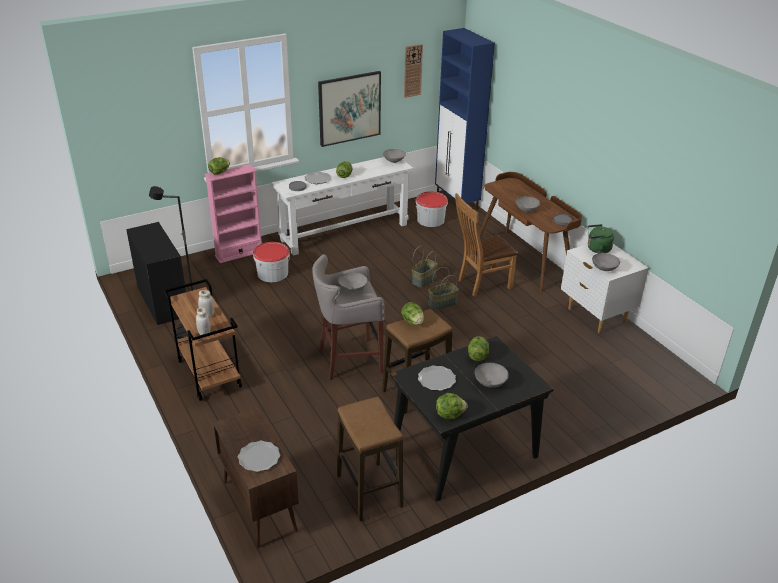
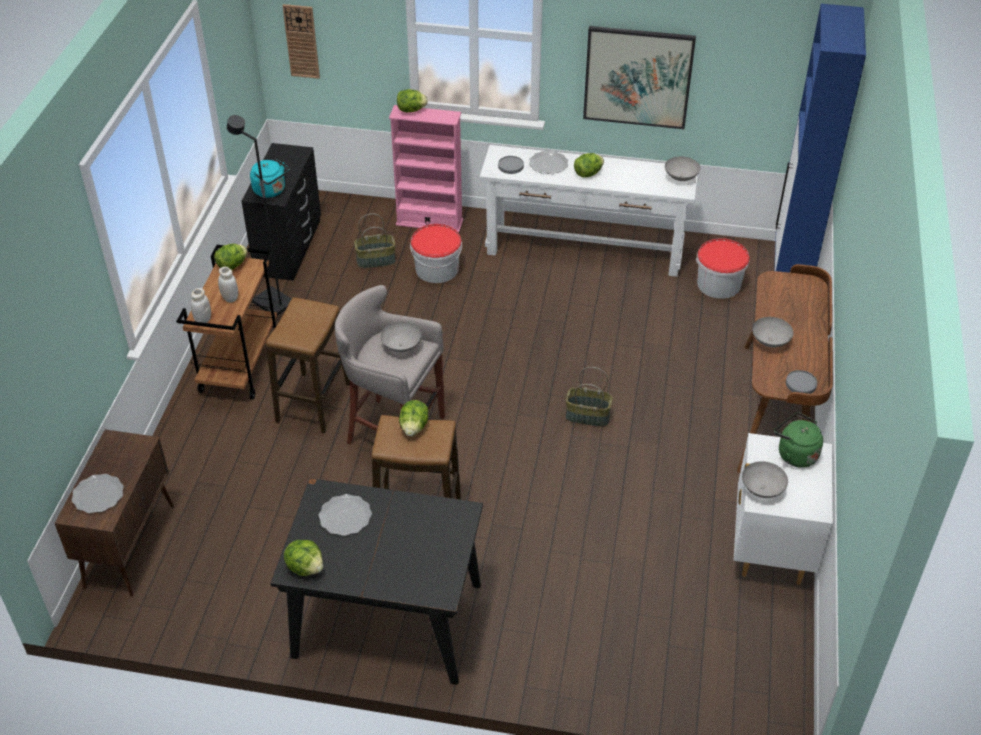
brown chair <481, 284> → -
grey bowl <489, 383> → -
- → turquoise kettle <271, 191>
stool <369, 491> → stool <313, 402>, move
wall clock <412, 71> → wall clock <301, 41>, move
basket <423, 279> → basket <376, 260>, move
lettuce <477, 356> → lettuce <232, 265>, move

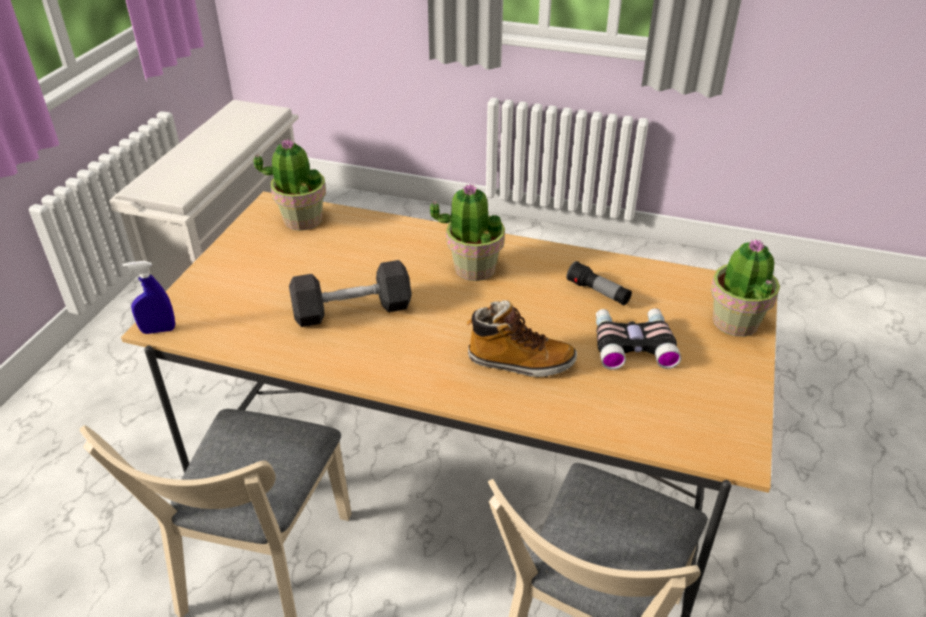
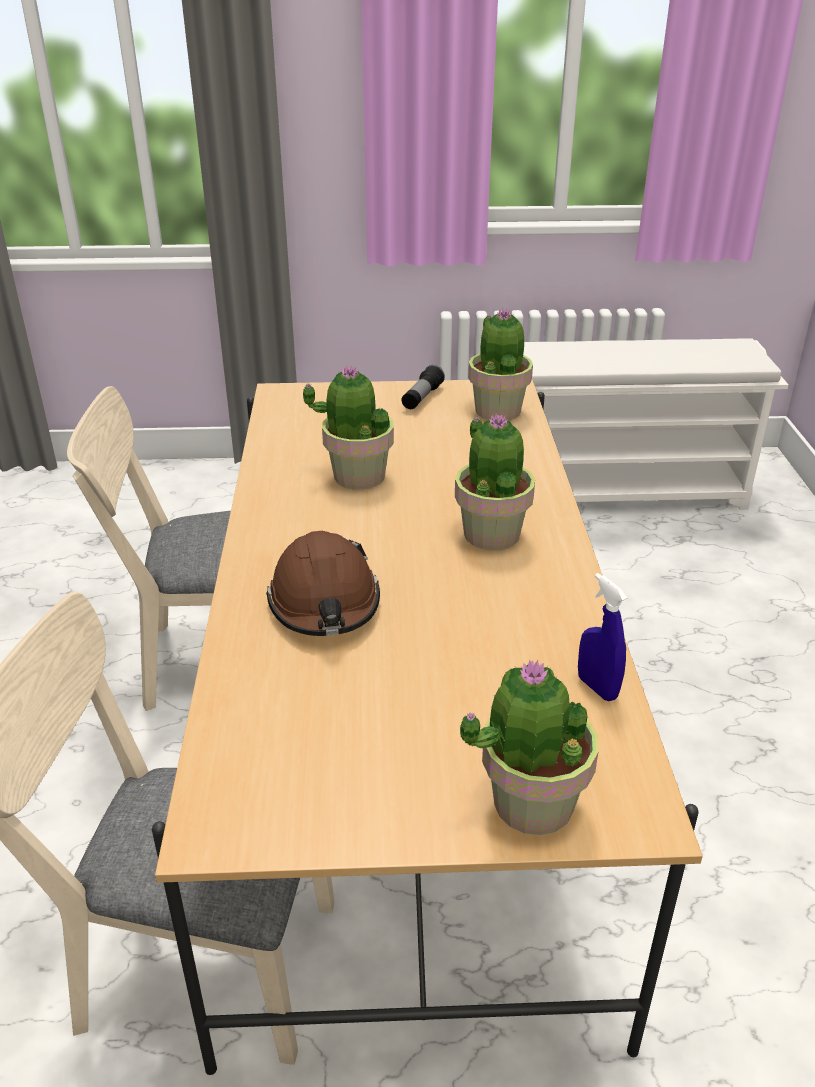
binoculars <632, 344> → -
blue spray bottle <158, 330> → blue spray bottle <597, 687>, move
flashlight <598, 292> → flashlight <422, 398>, move
grey dumbbell <352, 310> → potted plant <358, 476>
boot <520, 362> → brown hard hat <325, 603>

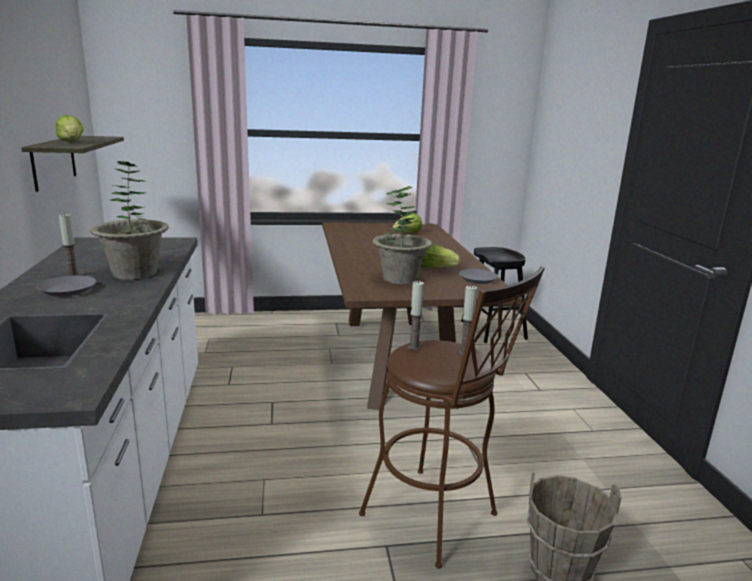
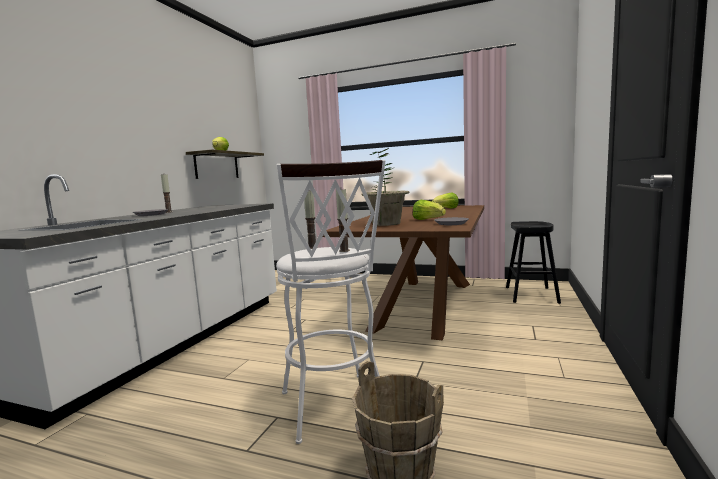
potted plant <135, 273> → -
brown stool <437, 520> → white stool <335, 410>

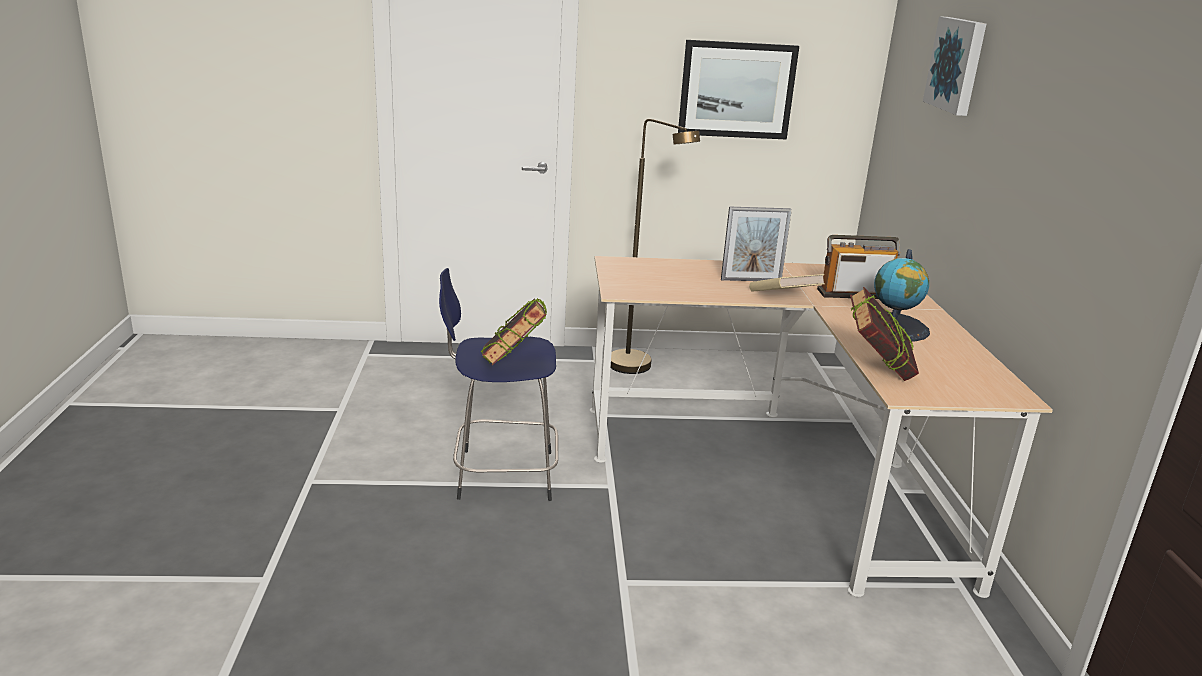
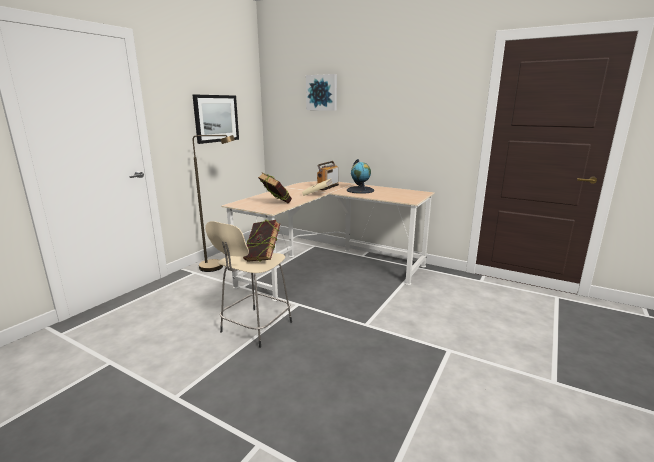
picture frame <751, 280> → -
book <876, 370> → book <276, 204>, move
blue stool <501, 474> → beige stool <255, 328>

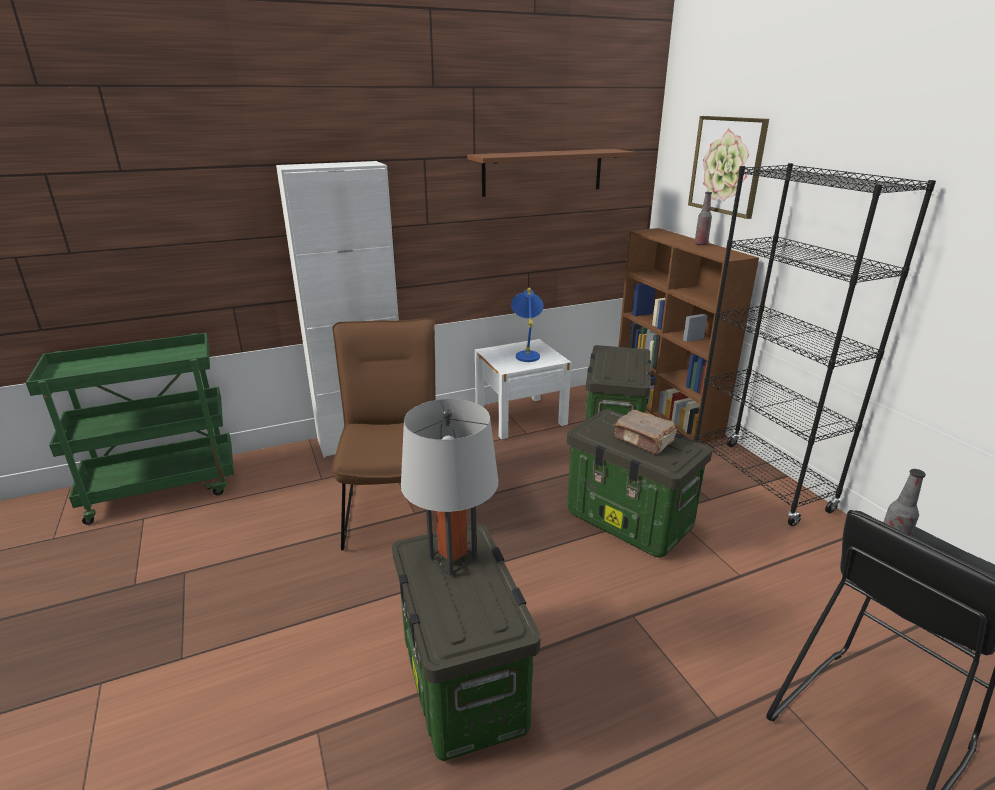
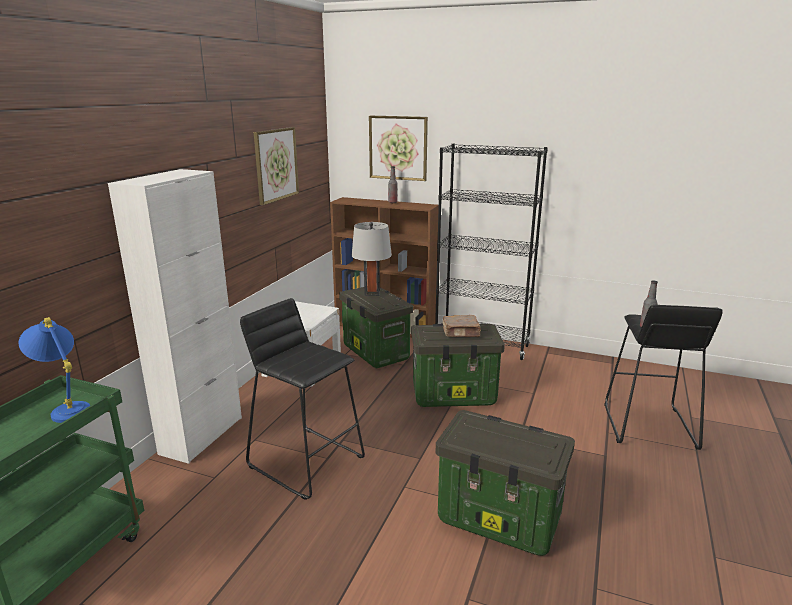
grey table lamp <453, 558> → grey table lamp <372, 293>, move
blue table lamp <527, 354> → blue table lamp <66, 408>, move
brown chair <396, 505> → black stool <306, 461>
brown shelf <543, 172> → picture <276, 164>

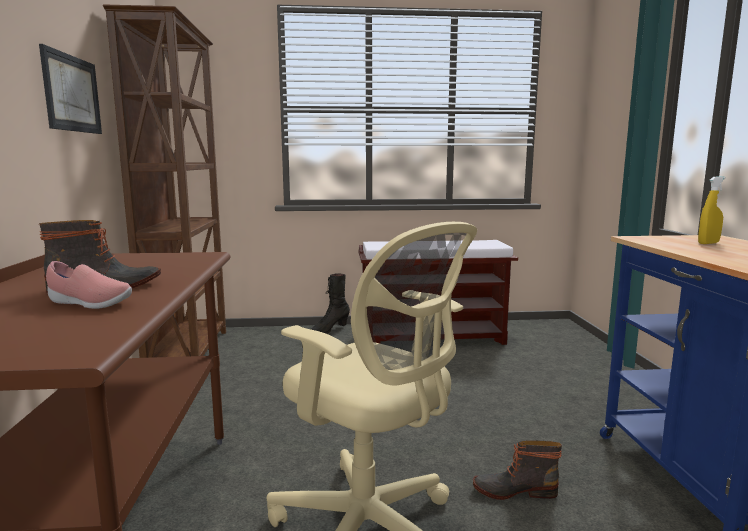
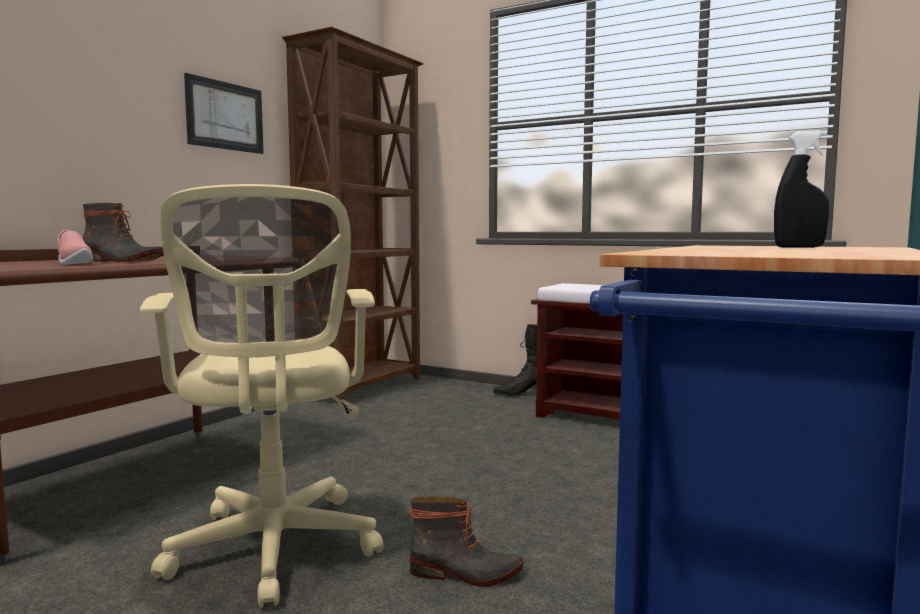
yellow spray bottle <708, 243> → black spray bottle <799, 247>
boot <514, 490> → boot <465, 574>, 150 degrees clockwise

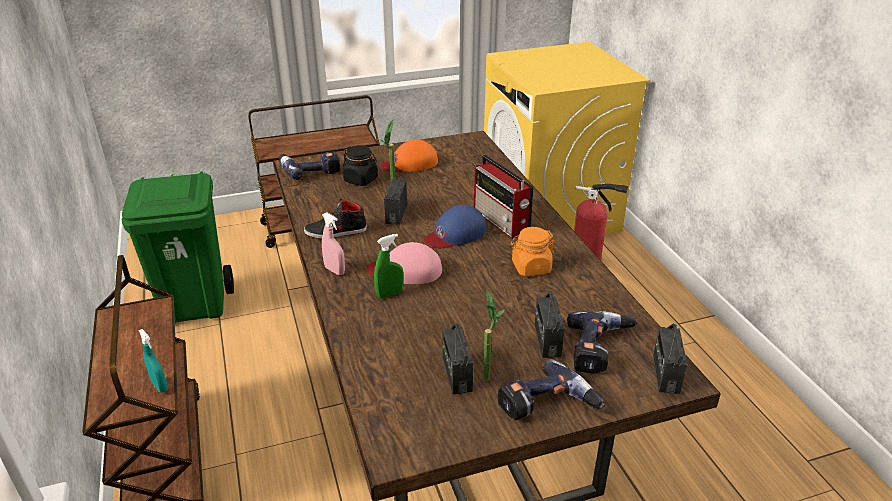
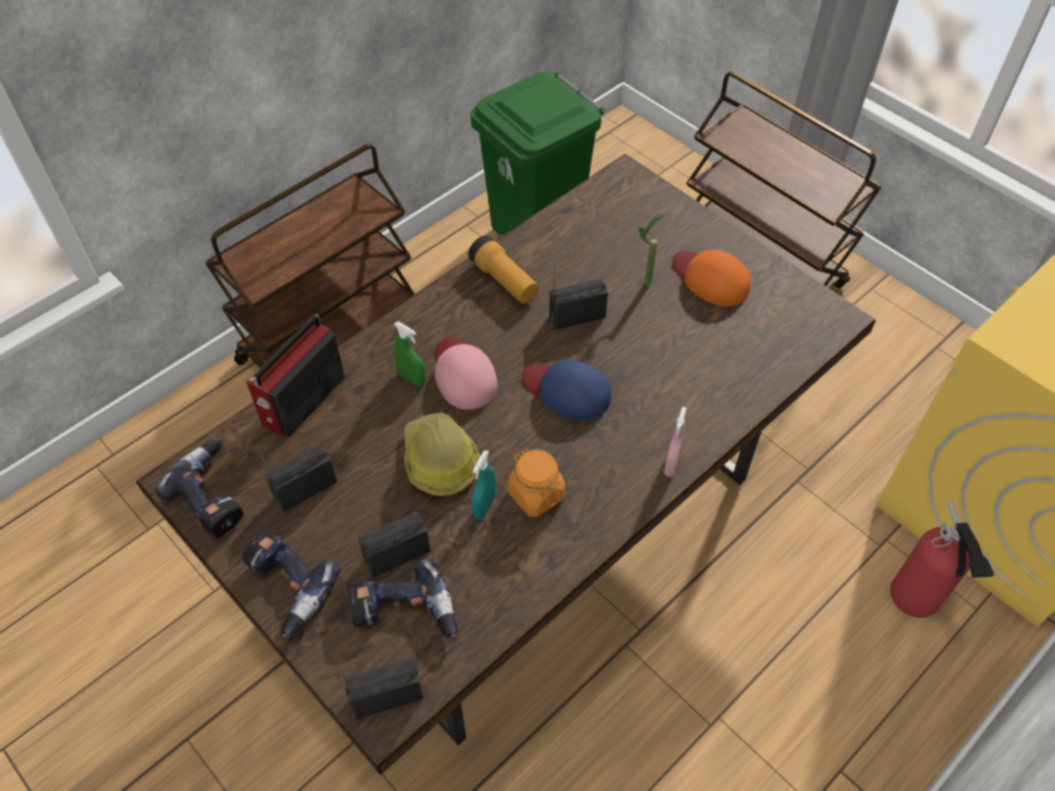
black jar <361, 180> → -
potted plant <487, 373> → -
- → hard hat <440, 460>
turquoise spray bottle <159, 386> → turquoise spray bottle <484, 506>, move
power drill <310, 170> → power drill <214, 495>, move
pink spray bottle <334, 270> → pink spray bottle <671, 464>, move
radio <501, 222> → radio <302, 401>, move
black shoe <336, 232> → flashlight <504, 280>

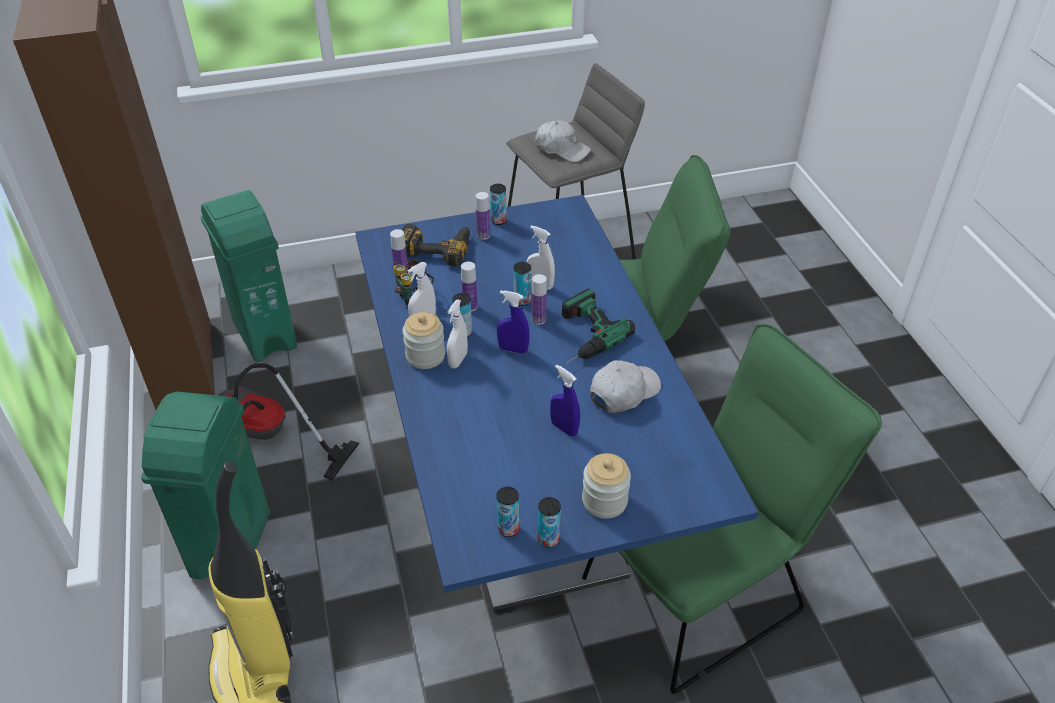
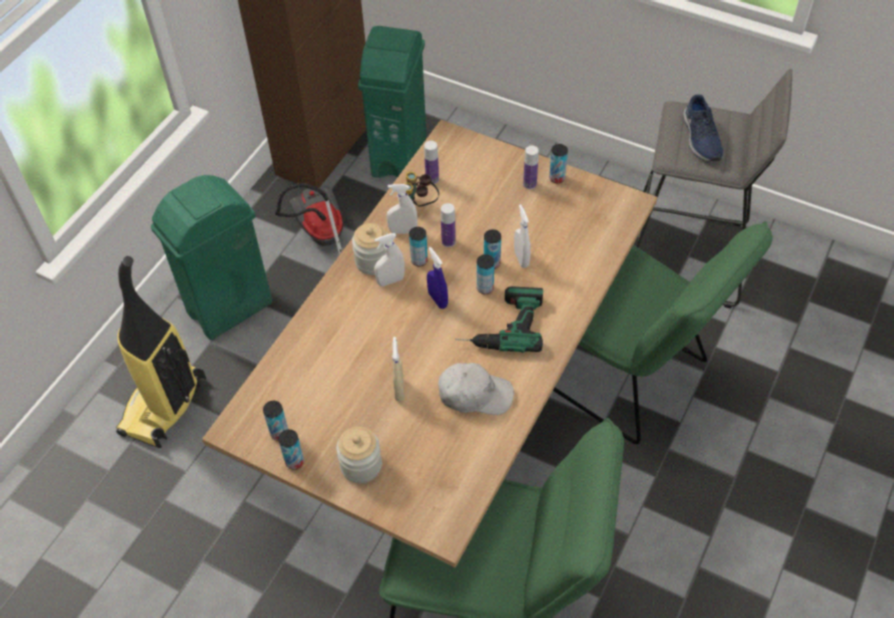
power drill <437, 247> → -
bottle <538, 319> → can <485, 288>
white cap <562, 149> → blue shoe <700, 138>
blue dining table <527, 493> → brown dining table <450, 420>
blue spray bottle <564, 428> → beige spray bottle <399, 390>

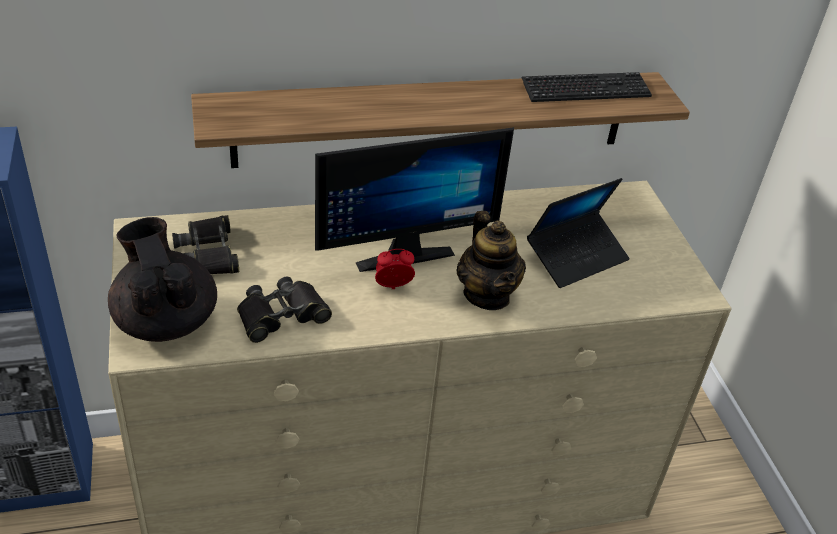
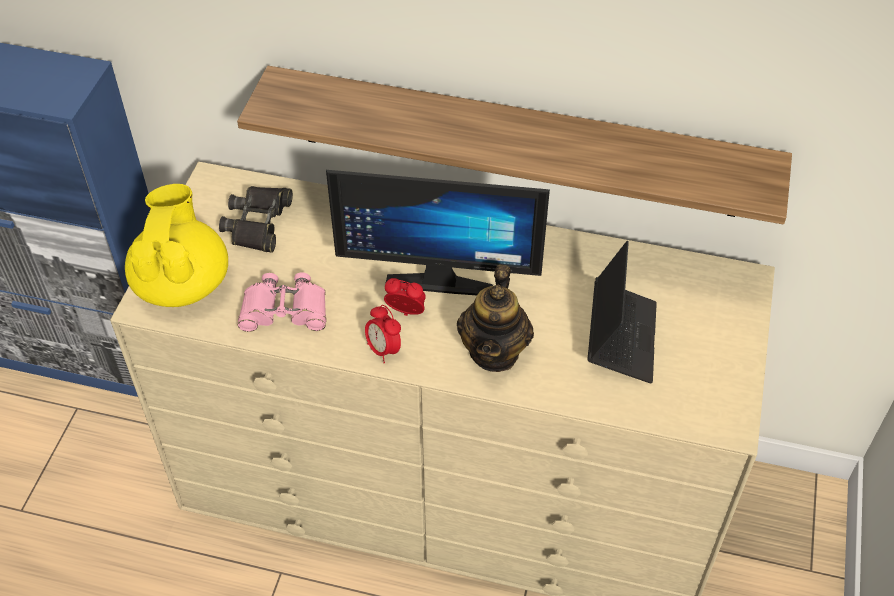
keyboard <585, 90> → -
- → alarm clock <383, 349>
black teapot <165, 320> → yellow teapot <182, 283>
black binoculars <281, 315> → pink binoculars <284, 310>
laptop <576, 257> → laptop <621, 337>, 75 degrees counterclockwise

